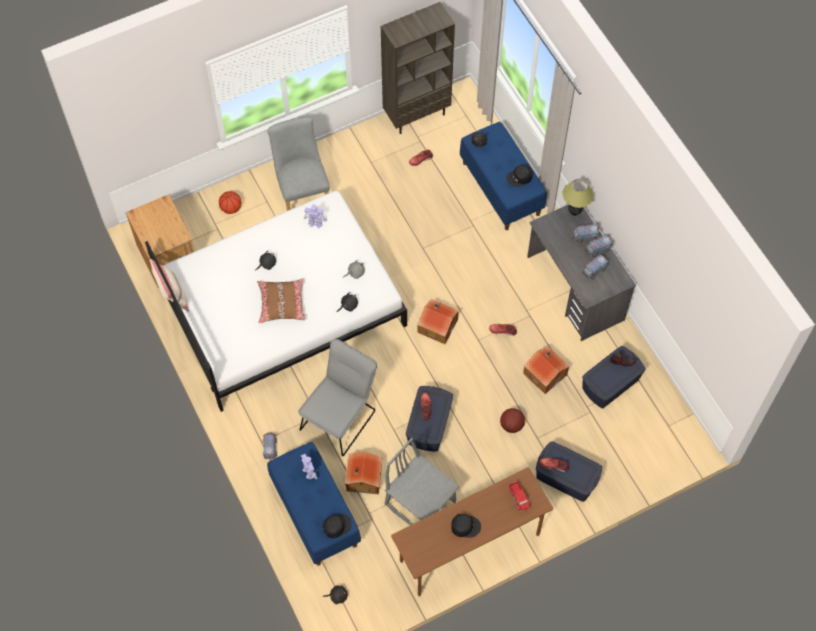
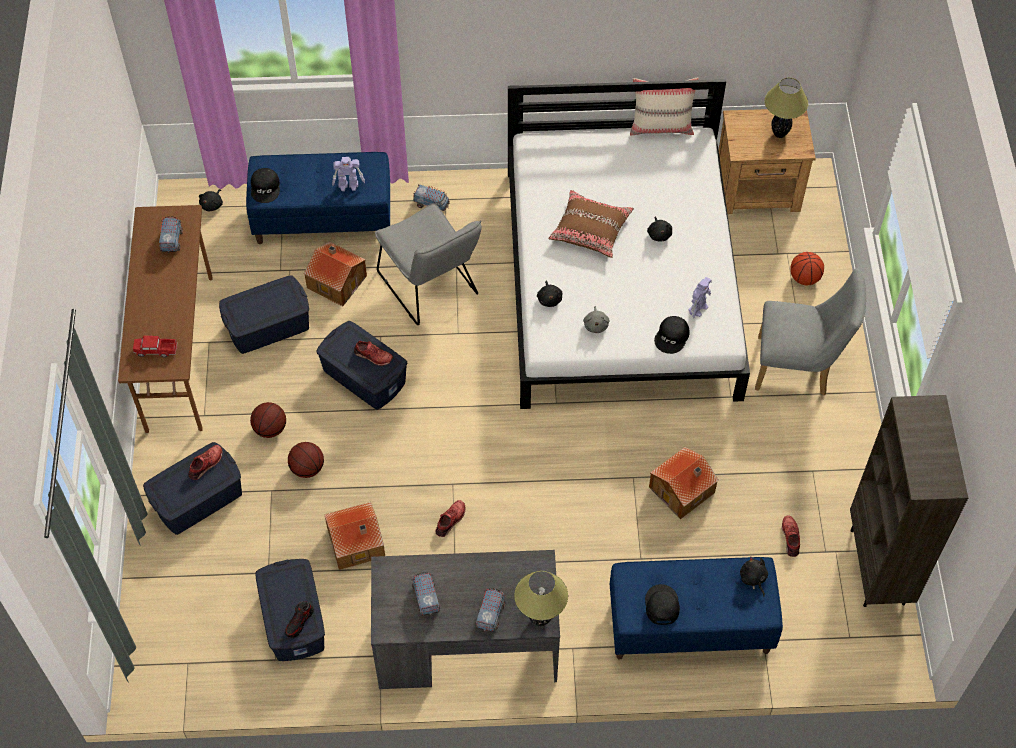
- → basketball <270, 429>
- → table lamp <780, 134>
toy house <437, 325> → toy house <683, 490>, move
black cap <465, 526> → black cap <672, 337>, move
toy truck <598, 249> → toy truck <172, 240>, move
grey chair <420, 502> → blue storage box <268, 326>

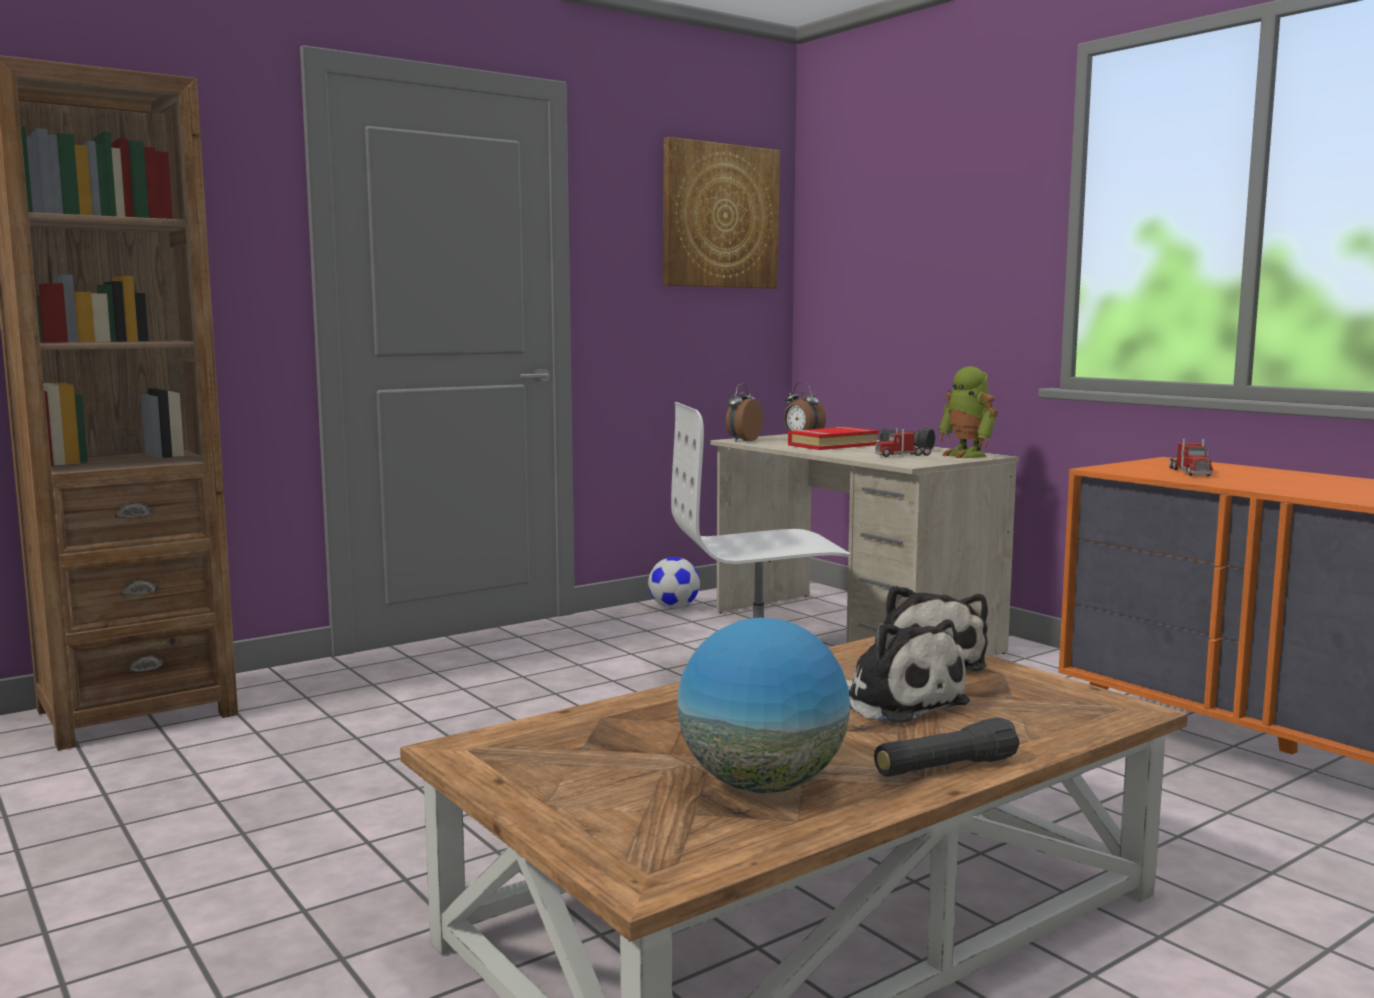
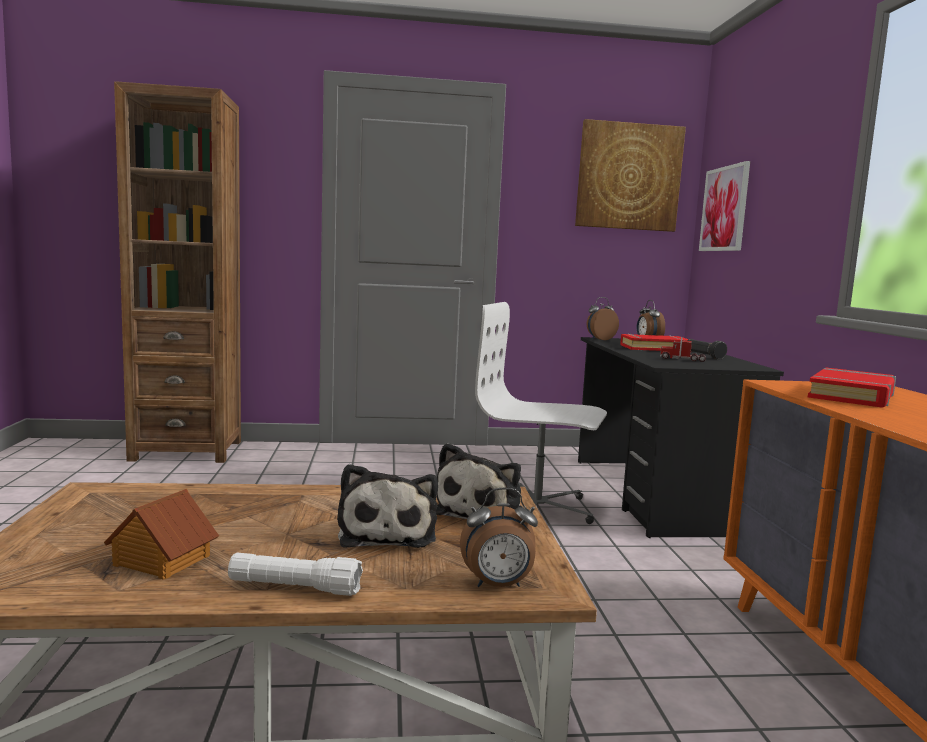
football <673, 607> → -
toy robot <967, 455> → -
- → alarm clock <498, 585>
- → picture <724, 209>
globe <761, 785> → toy house <161, 560>
toy truck <1189, 472> → red book <852, 396>
beige desk <852, 632> → black desk <655, 495>
black flashlight <945, 768> → white flashlight <295, 588>

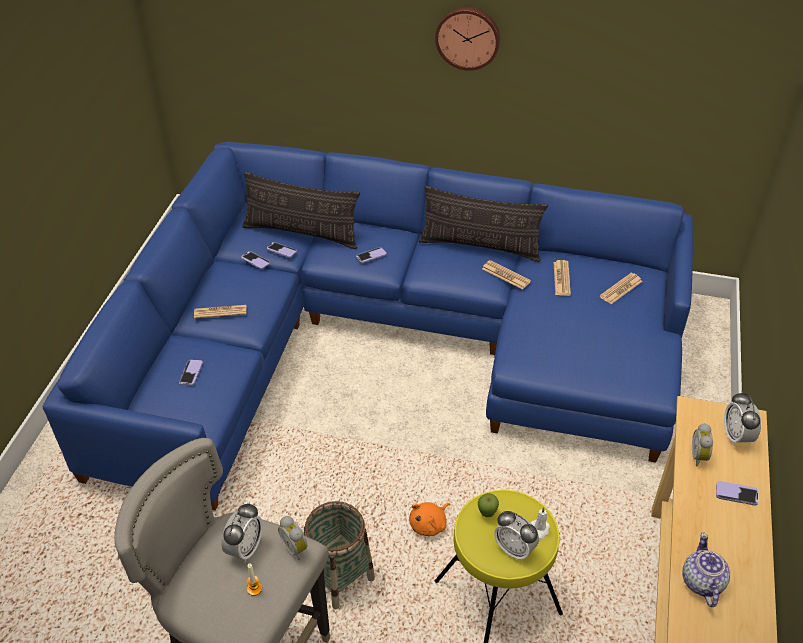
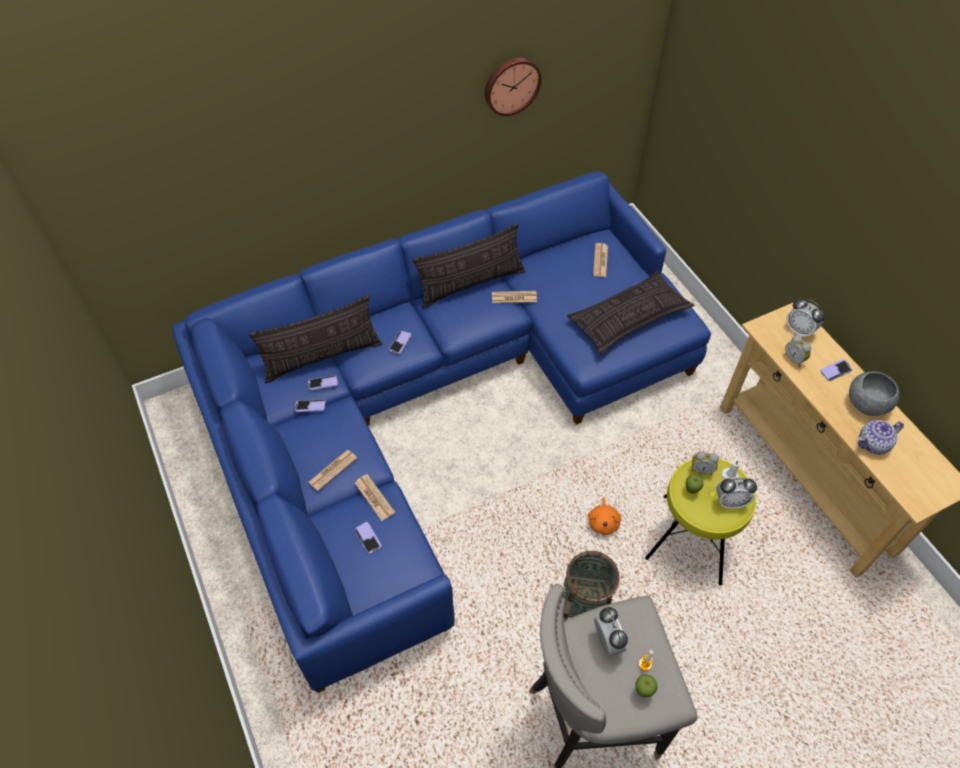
- → pillow <629, 317>
- → apple <643, 691>
- → grey bowl <867, 404>
alarm clock <296, 547> → alarm clock <701, 469>, move
wall clock <468, 37> → wall clock <511, 85>, move
newspaper <561, 278> → newspaper <374, 497>, move
teapot <701, 582> → teapot <873, 444>, 75 degrees counterclockwise

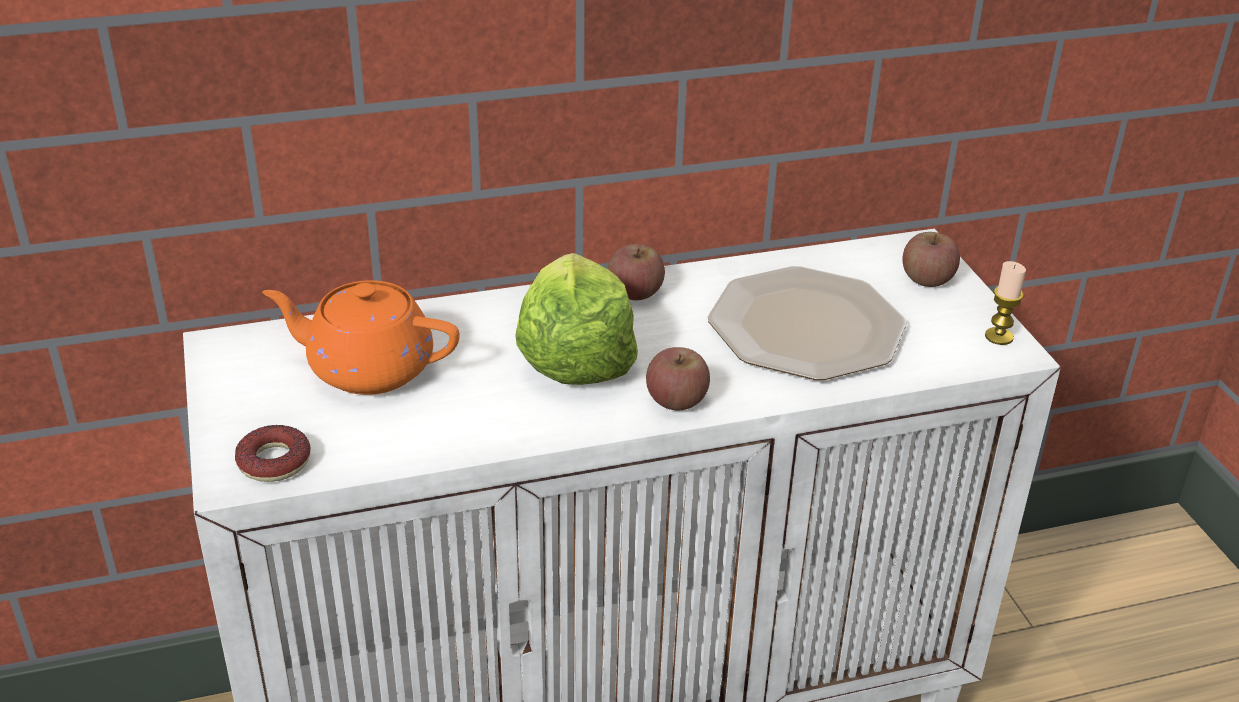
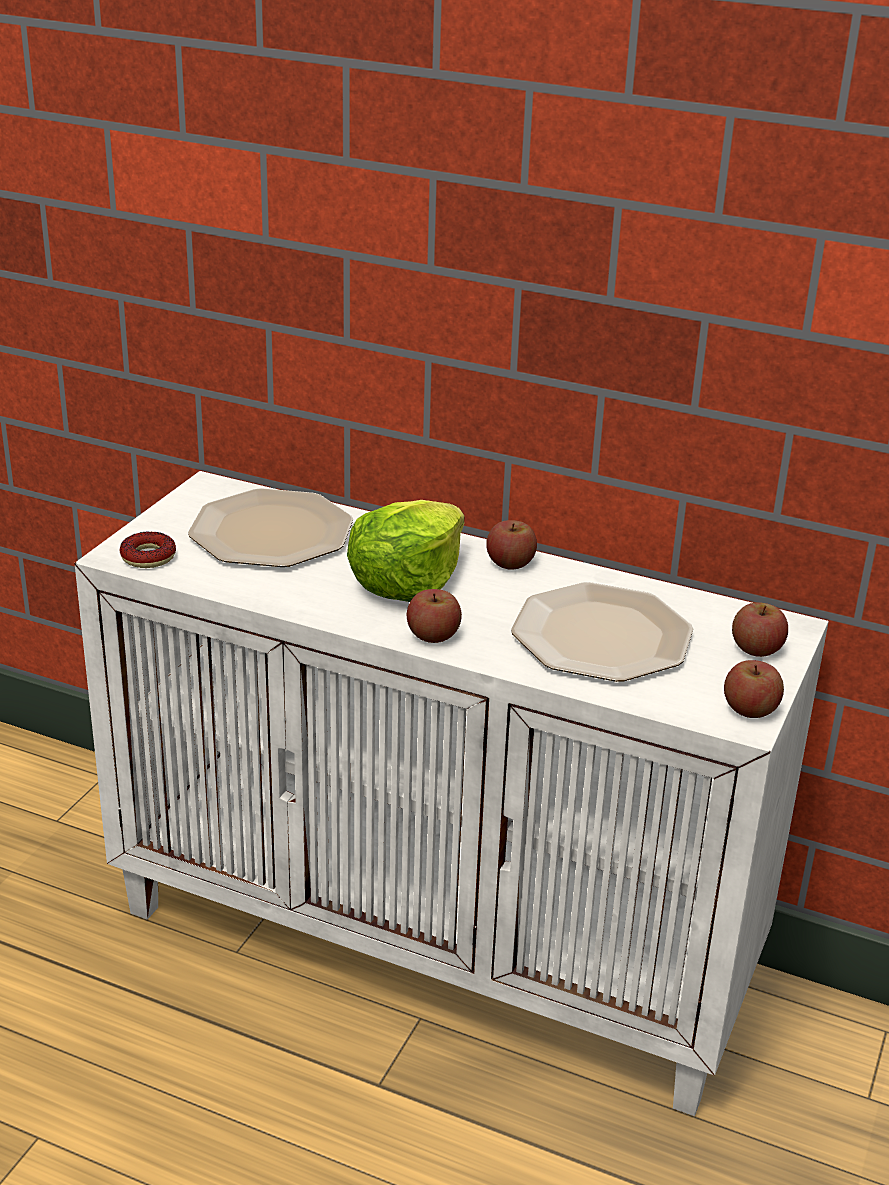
orange teapot <368, 368> → plate <271, 533>
candle <999, 337> → apple <750, 709>

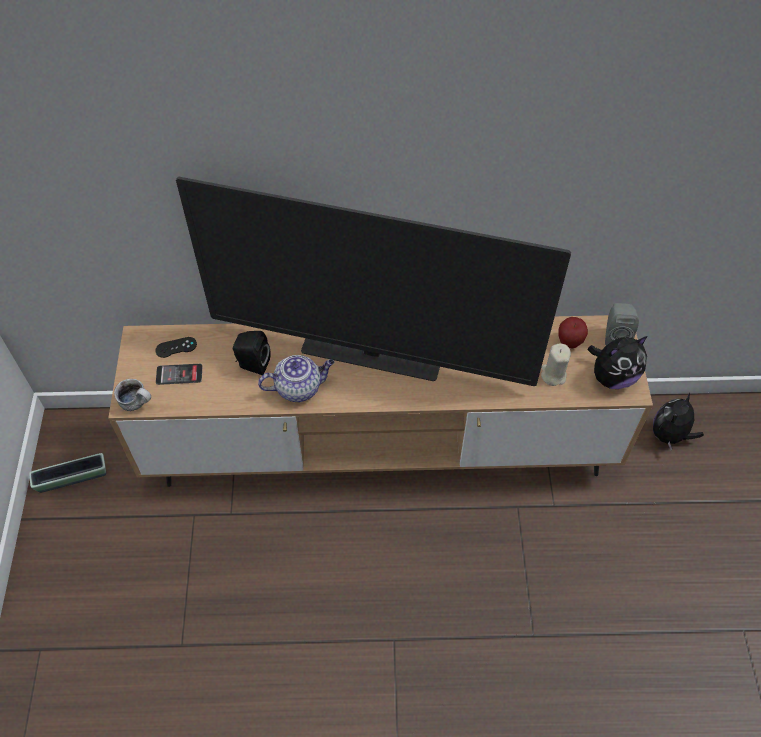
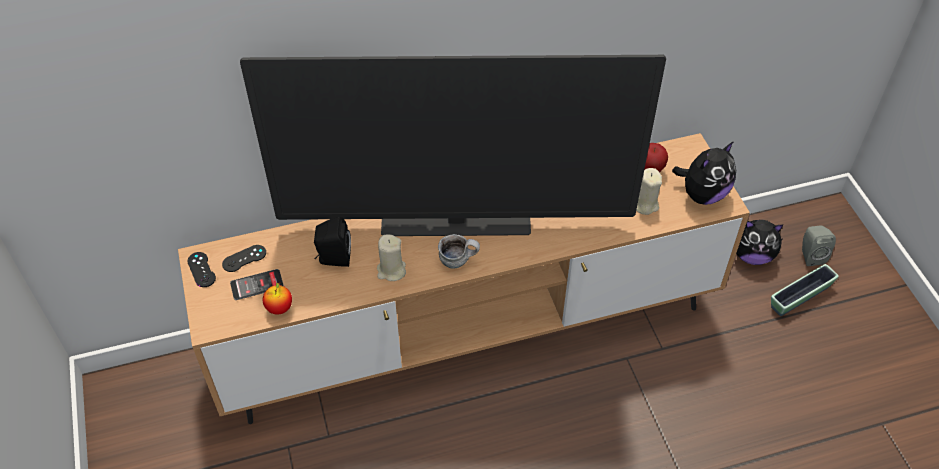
- → black game controller <201, 269>
- → apple <279, 308>
planter <72, 478> → planter <800, 297>, move
mug <138, 403> → mug <459, 260>, move
grey speaker <615, 336> → grey speaker <810, 255>, move
teapot <299, 387> → beige candle <391, 270>
plush toy <669, 435> → plush toy <752, 255>, 105 degrees counterclockwise

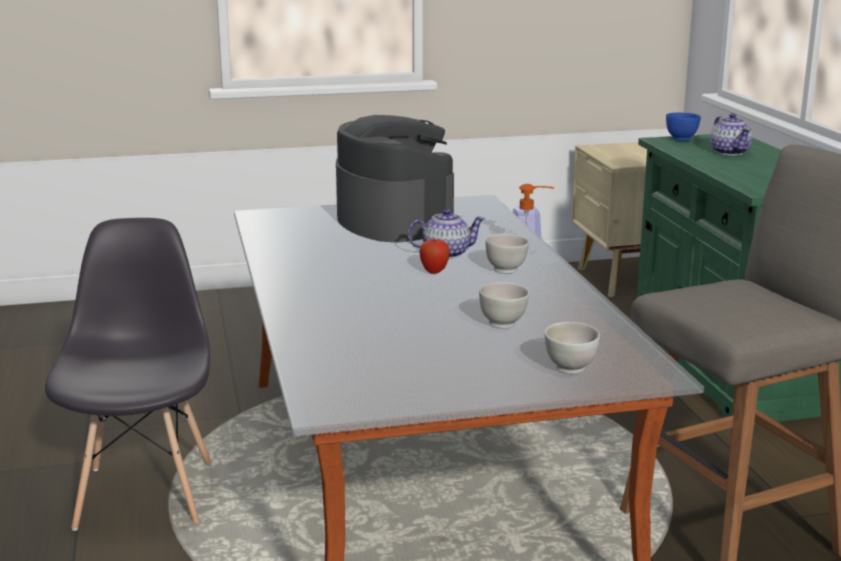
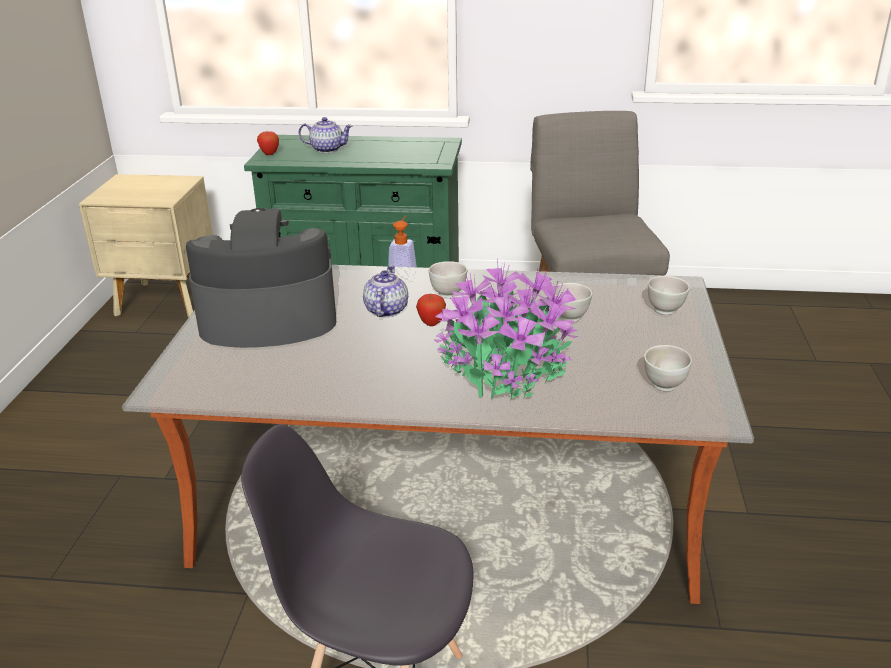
- → potted plant <503, 372>
- → white bowl <664, 385>
blue bowl <681, 139> → apple <269, 154>

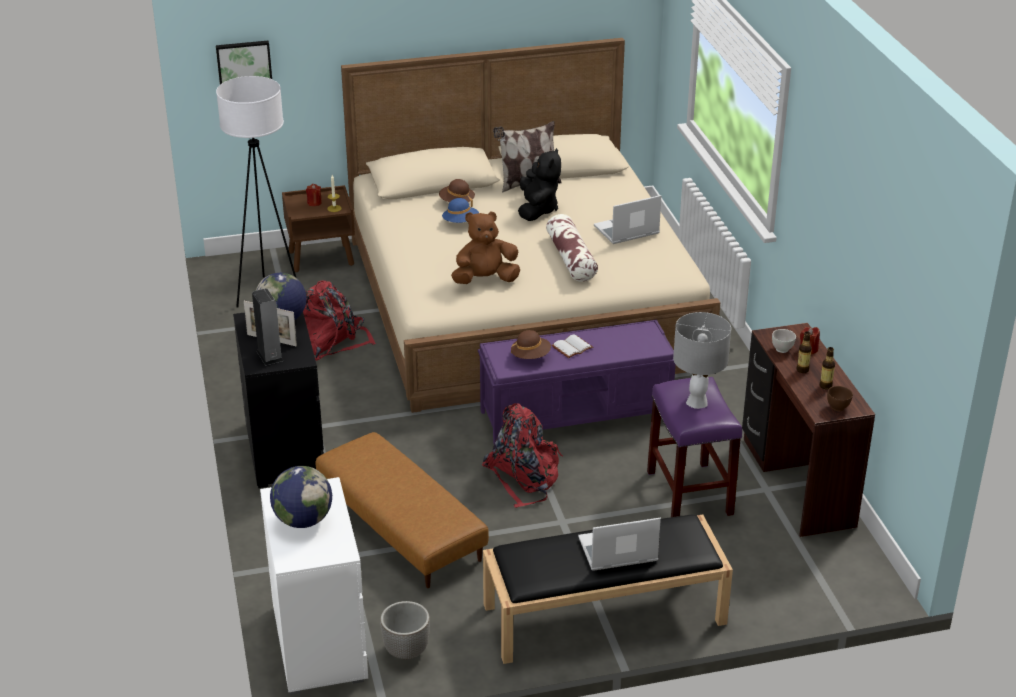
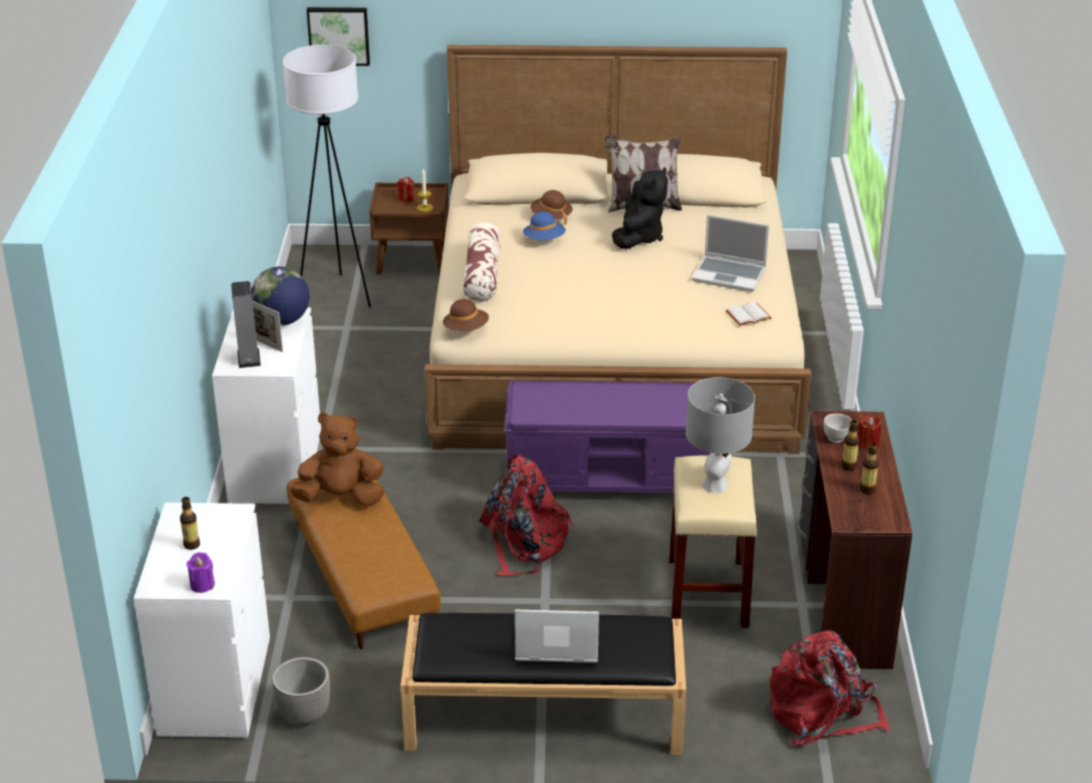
brown bowl <838, 407> → -
- → purple candle <202, 585>
red backpack <331, 342> → red backpack <822, 714>, move
brown plush toy <485, 280> → brown plush toy <341, 498>, move
brown hat <530, 356> → brown hat <466, 329>, move
pillow <571, 258> → pillow <482, 274>, move
white book <572, 348> → white book <748, 316>, move
globe <303, 520> → bottle <192, 545>
black dresser <284, 450> → white dresser <276, 468>
purple stool <688, 492> → beige stool <707, 592>
laptop <626, 231> → laptop <730, 275>, 150 degrees counterclockwise

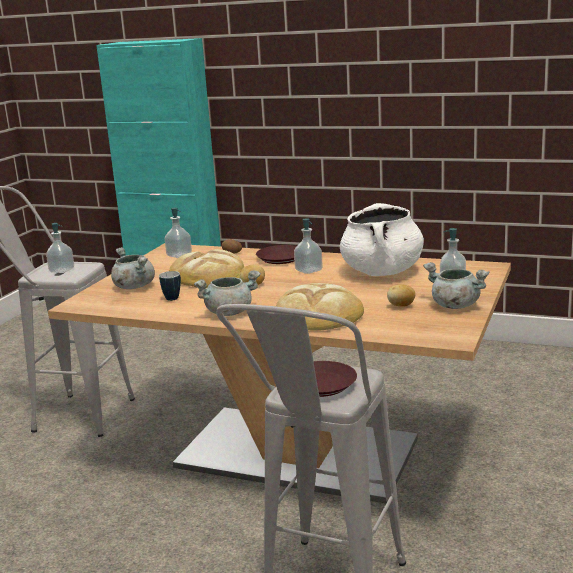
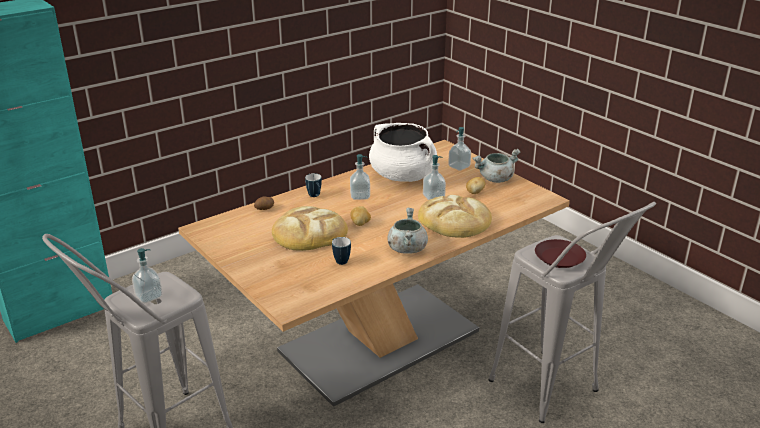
grey cooking pot <133, 286> → -
soap dispenser <179, 255> → soap dispenser <433, 197>, move
brown plate <281, 258> → mug <315, 196>

